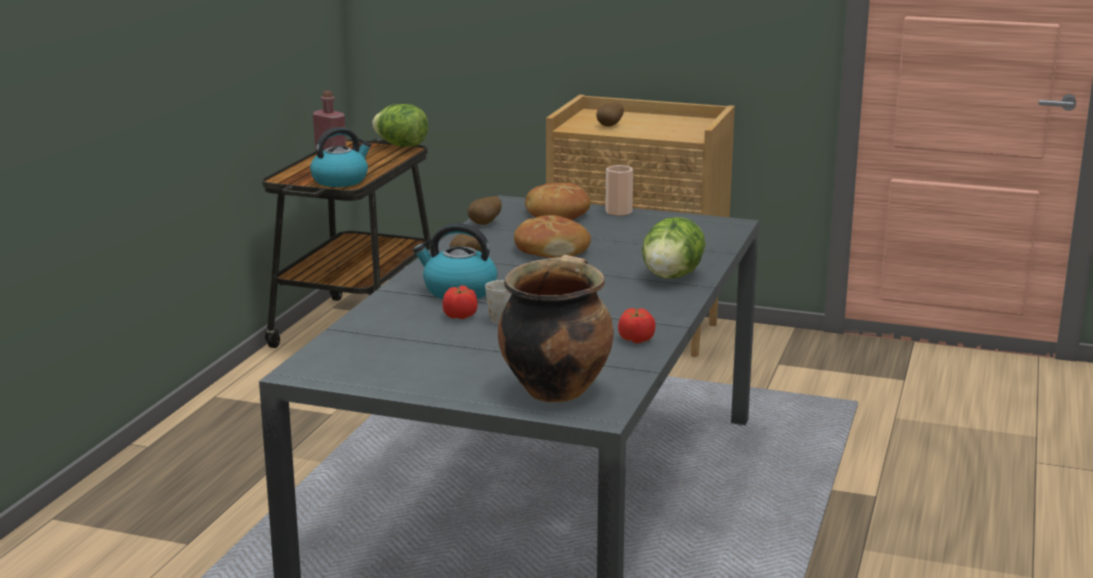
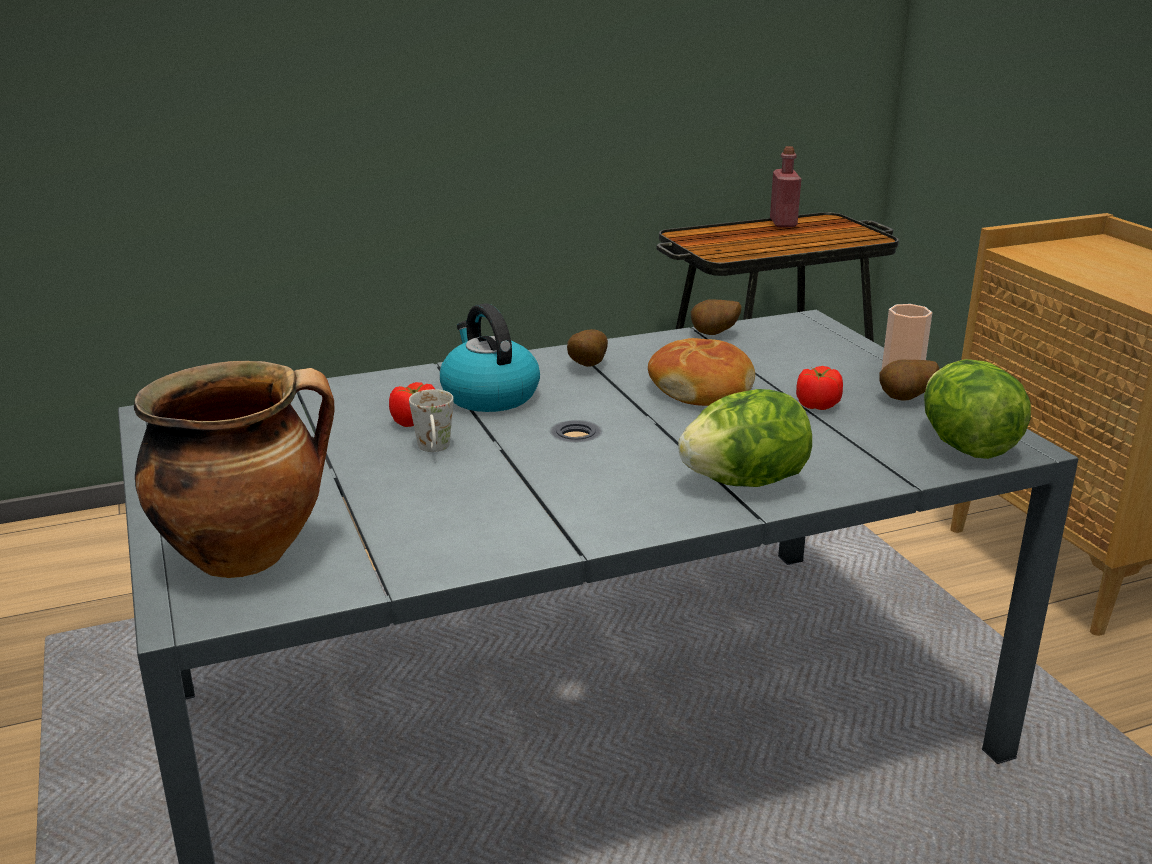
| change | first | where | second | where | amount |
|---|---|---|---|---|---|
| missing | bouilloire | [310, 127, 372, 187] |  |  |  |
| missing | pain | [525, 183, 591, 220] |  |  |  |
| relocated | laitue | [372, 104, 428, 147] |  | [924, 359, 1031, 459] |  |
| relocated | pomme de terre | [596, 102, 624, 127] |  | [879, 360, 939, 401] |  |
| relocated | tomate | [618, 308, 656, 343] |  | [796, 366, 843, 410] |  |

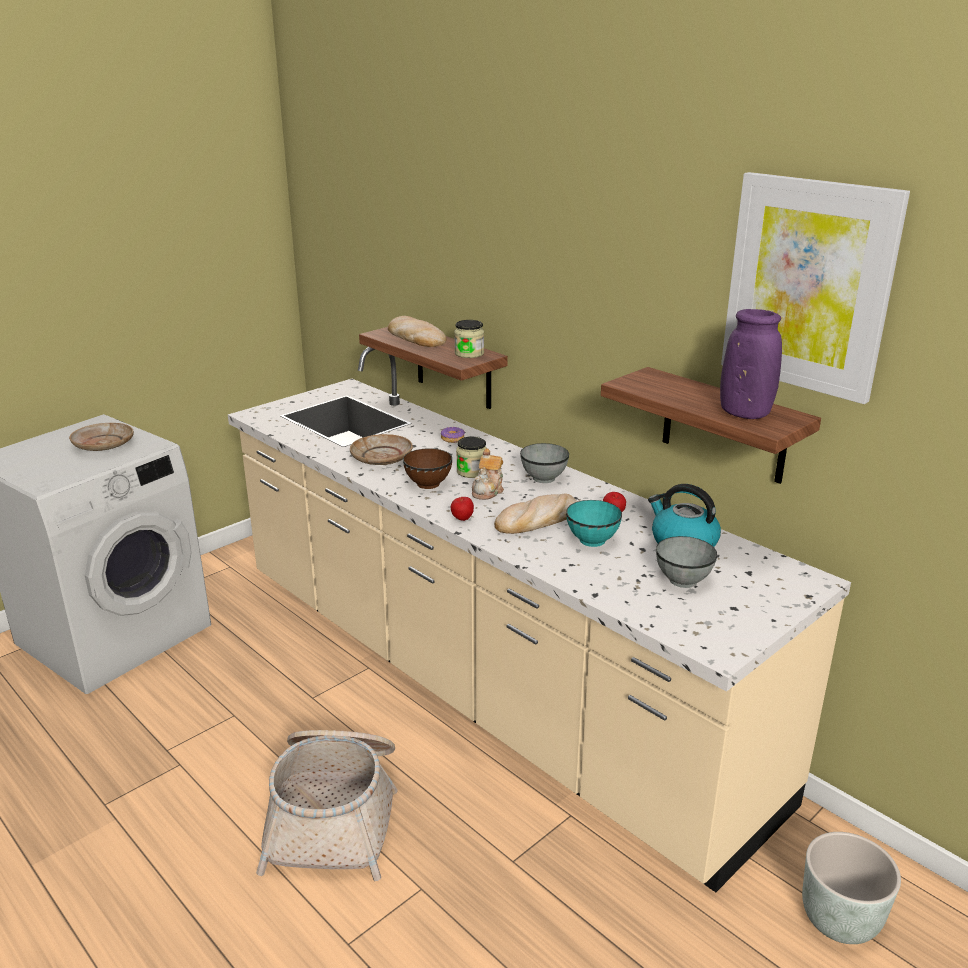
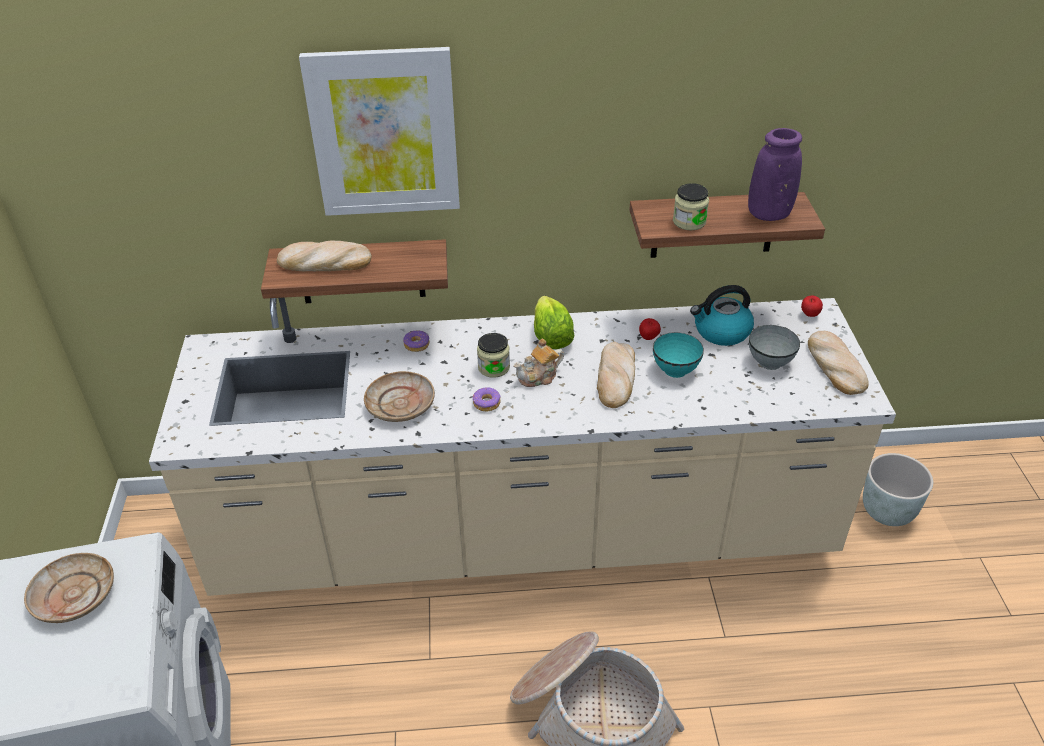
| change | first | where | second | where | amount |
|---|---|---|---|---|---|
| appeared |  |  | pain | [808, 331, 869, 395] |  |
| relocated | pomme | [451, 497, 474, 521] |  | [801, 296, 823, 317] |  |
| relocated | bocal | [454, 320, 484, 358] |  | [673, 183, 709, 230] |  |
| relocated | tableau | [721, 172, 910, 404] |  | [299, 47, 460, 216] |  |
| exchanged | bol/marron | [403, 448, 452, 489] | beignet | [473, 387, 501, 412] |  |
| exchanged | bol/gris | [520, 443, 569, 483] | laitue | [534, 296, 575, 349] |  |
| spun | théière | [472, 449, 504, 500] |  | [513, 339, 564, 387] | 90 degrees clockwise |

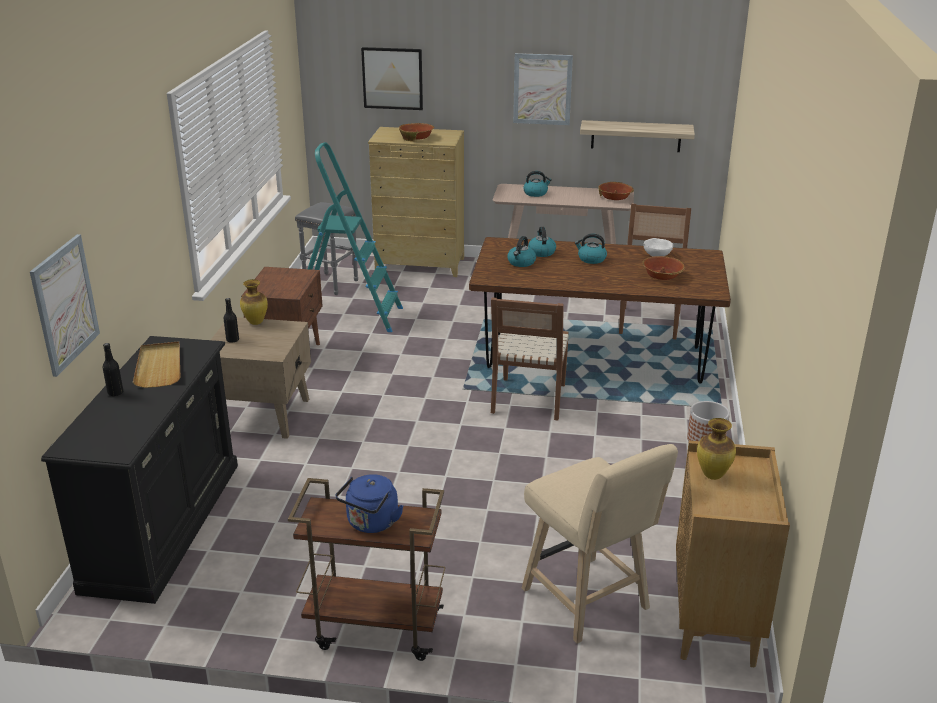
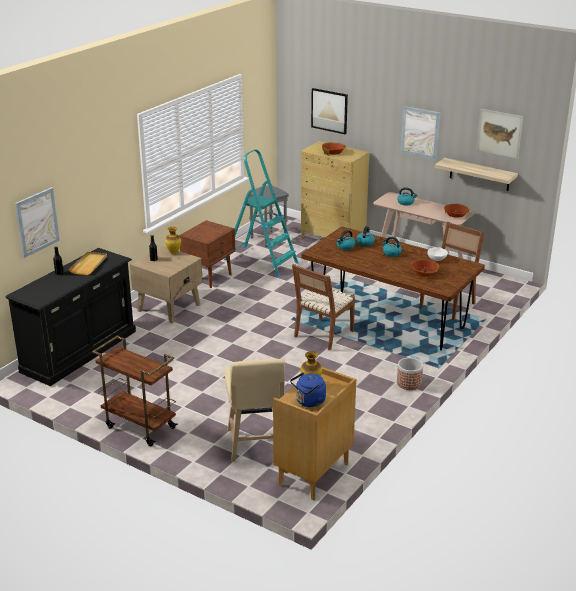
| change | first | where | second | where | amount |
|---|---|---|---|---|---|
| appeared |  |  | tableau | [477, 109, 523, 159] |  |
| relocated | bouilloire/bleu | [336, 474, 403, 533] |  | [290, 372, 326, 407] |  |

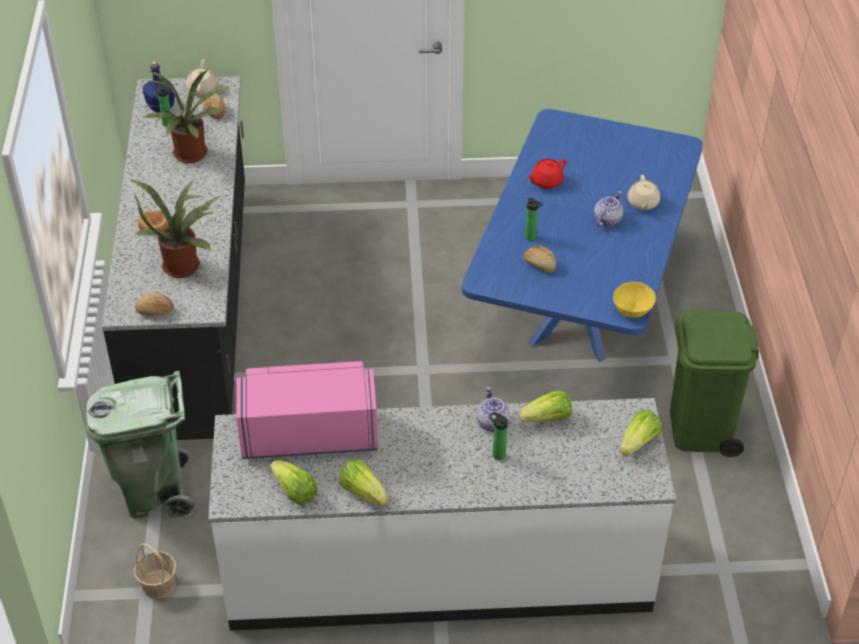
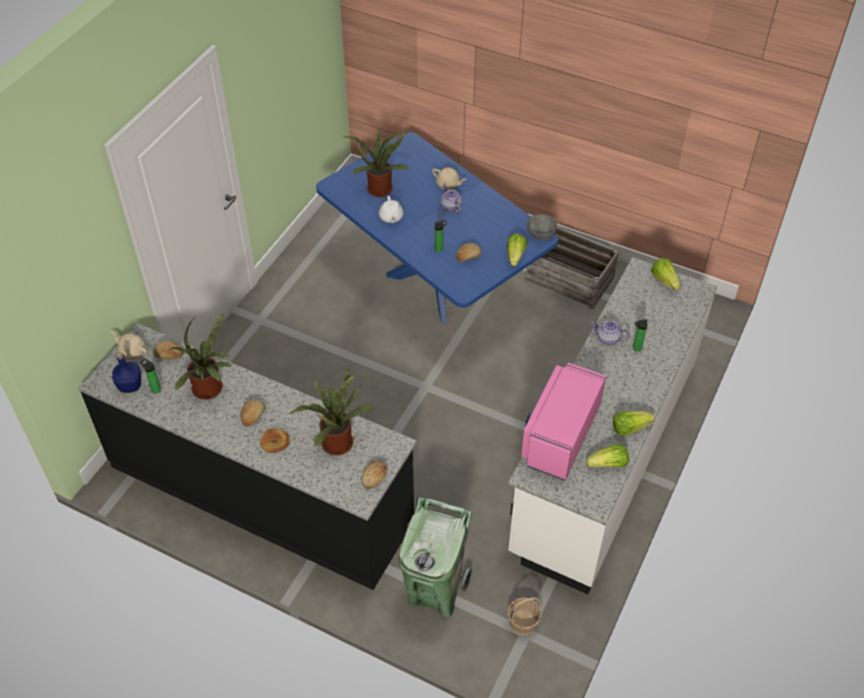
| change | first | where | second | where | amount |
|---|---|---|---|---|---|
| appeared |  |  | pain | [241, 399, 265, 427] |  |
| appeared |  |  | plante en pot | [342, 128, 410, 197] |  |
| relocated | laitue | [519, 390, 572, 422] |  | [507, 233, 527, 266] |  |
| exchanged | poubelle/vert | [670, 311, 759, 457] | caisse | [525, 226, 619, 310] |  |
| colour | théière/rouge | [527, 159, 566, 189] | théière/blanc | [379, 196, 403, 223] |  |
| colour | bol/jaune | [613, 282, 656, 318] | bol/gris | [527, 214, 557, 240] |  |

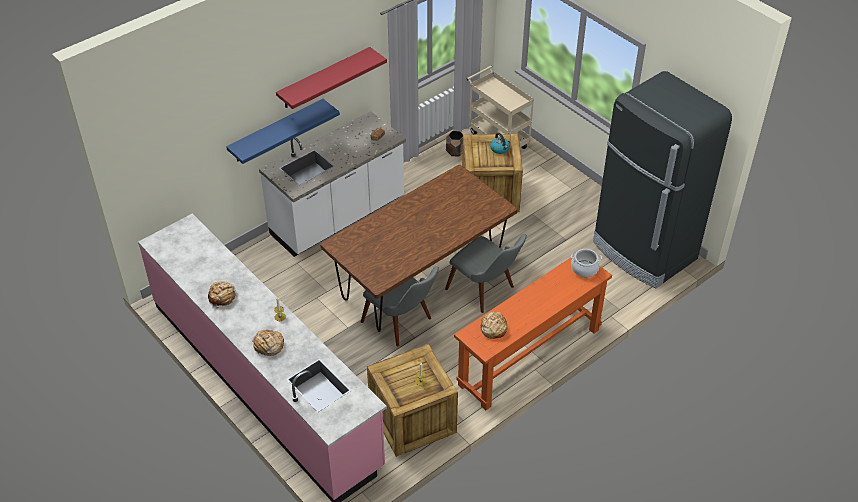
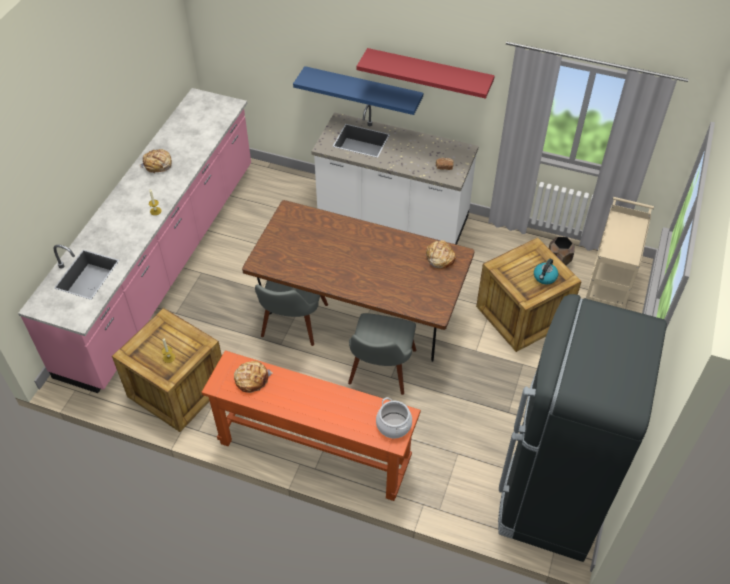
| change | first | where | second | where | amount |
|---|---|---|---|---|---|
| relocated | pain | [252, 330, 284, 356] |  | [426, 240, 456, 269] |  |

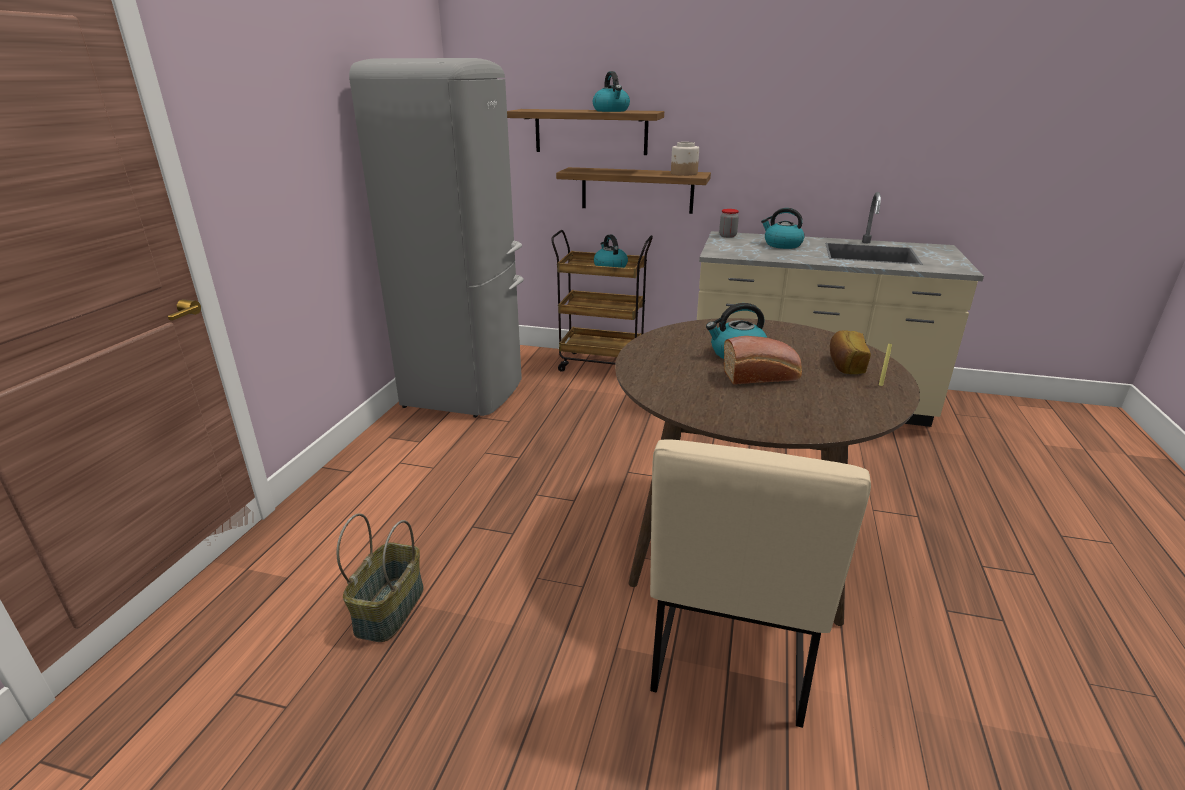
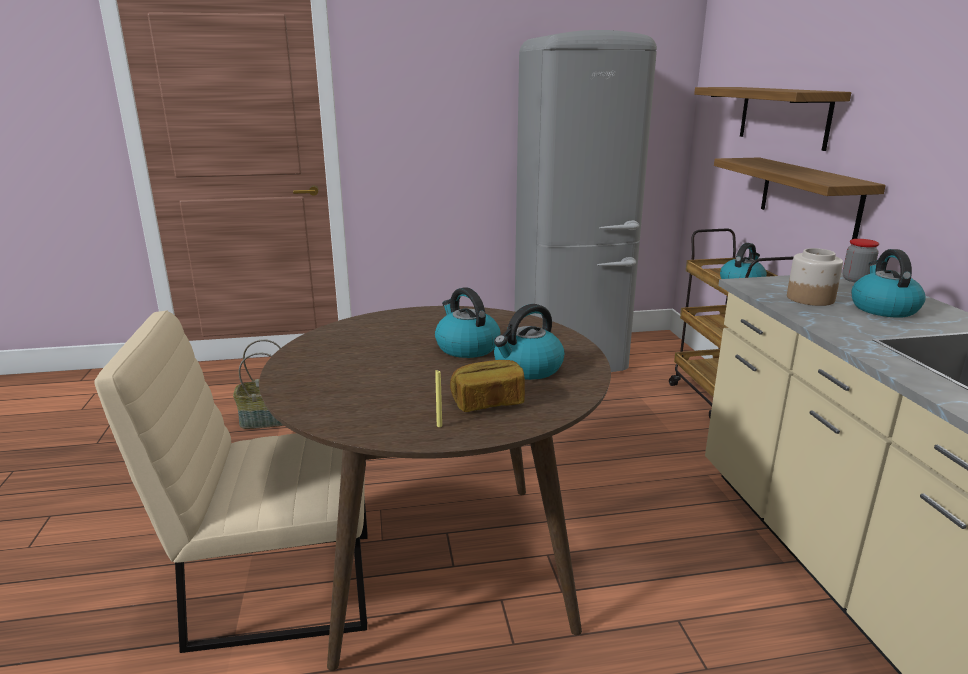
| change | first | where | second | where | amount |
|---|---|---|---|---|---|
| missing | pain | [724, 336, 802, 385] |  |  |  |
| relocated | bouilloire | [593, 71, 630, 112] |  | [494, 304, 565, 380] |  |
| relocated | bocal | [671, 142, 699, 176] |  | [787, 248, 843, 306] |  |

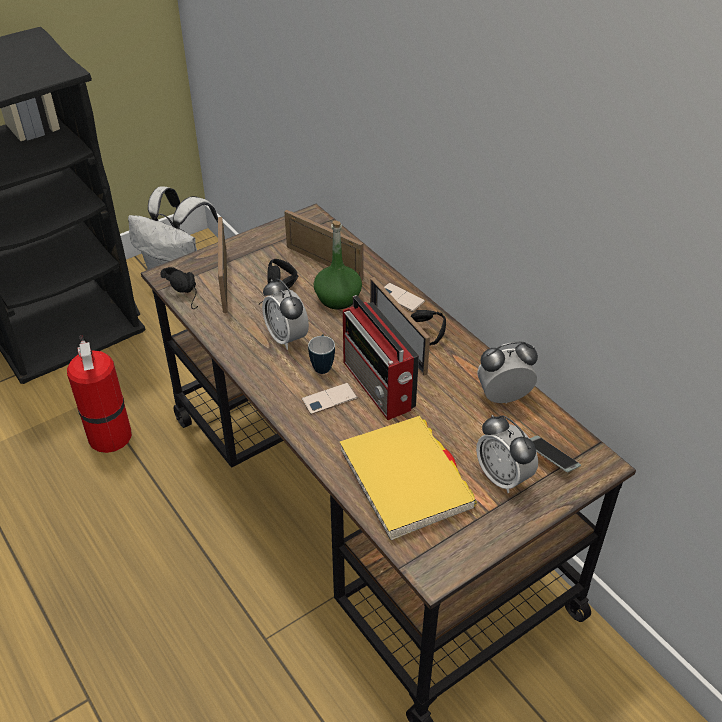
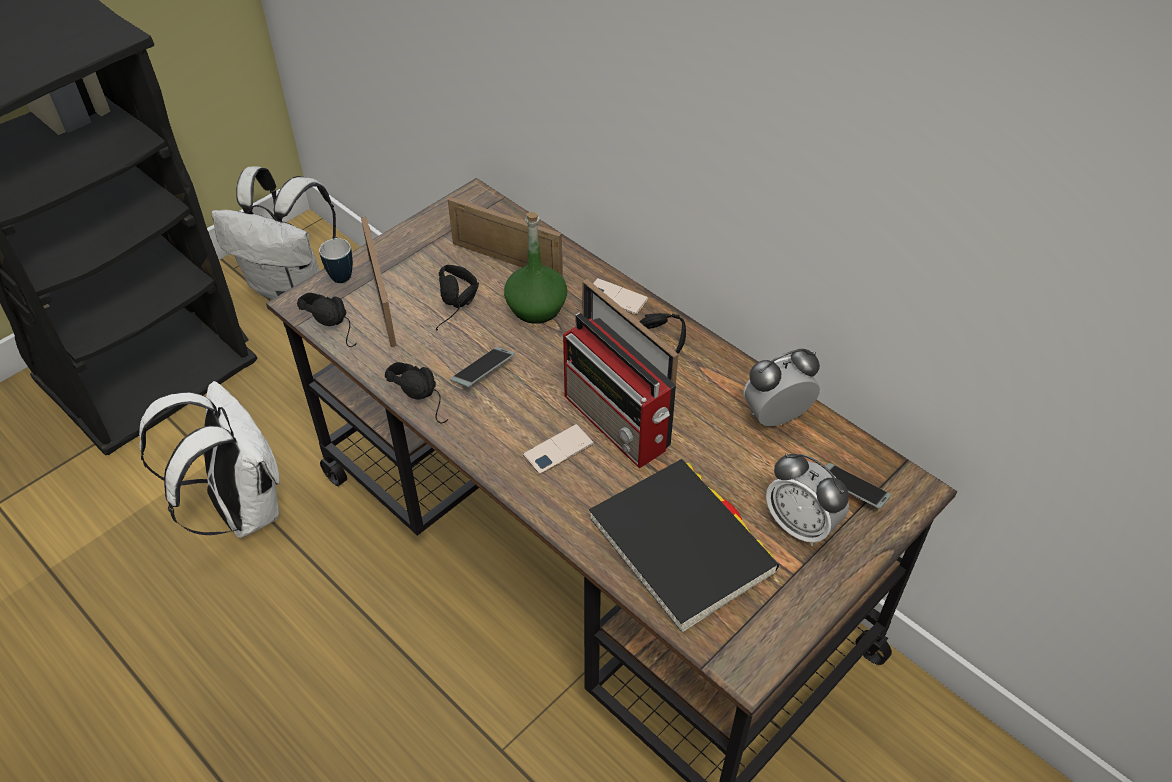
| change | first | where | second | where | amount |
|---|---|---|---|---|---|
| appeared |  |  | casque audio/noir | [385, 362, 448, 424] |  |
| relocated | mug | [308, 334, 335, 374] |  | [319, 237, 353, 283] |  |
| exchanged | extincteur | [67, 335, 132, 453] | sac à dos/blanc | [139, 381, 280, 538] |  |
| exchanged | réveil | [262, 278, 309, 350] | téléphone | [450, 347, 515, 387] |  |
| colour | livre/jaune | [340, 416, 477, 540] | livre/noir | [589, 459, 779, 633] |  |

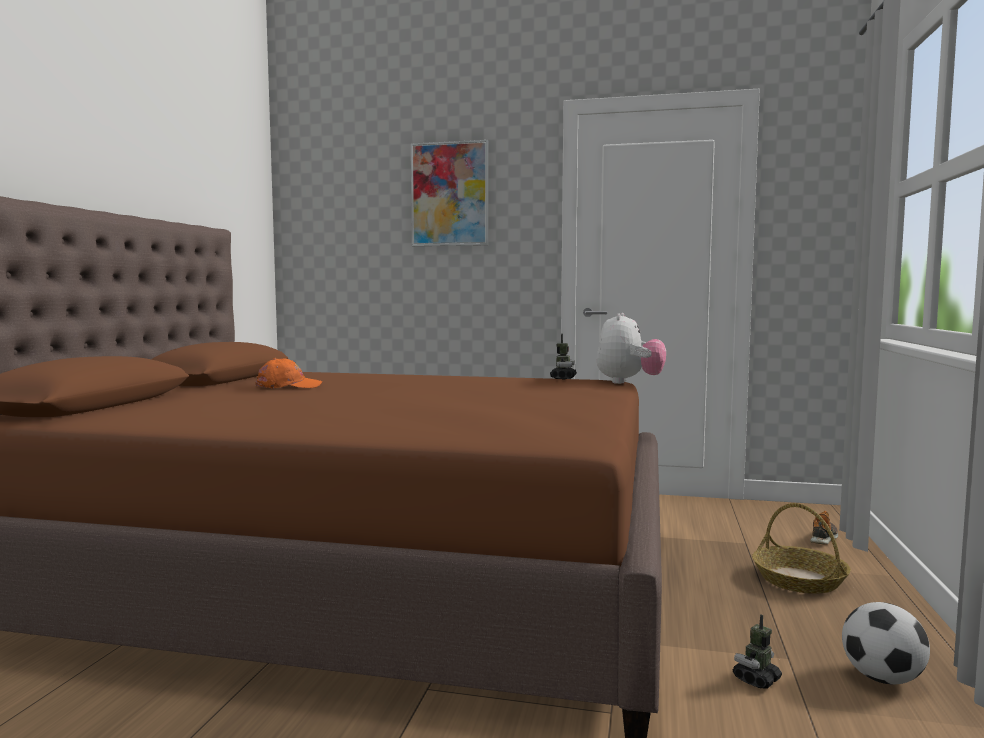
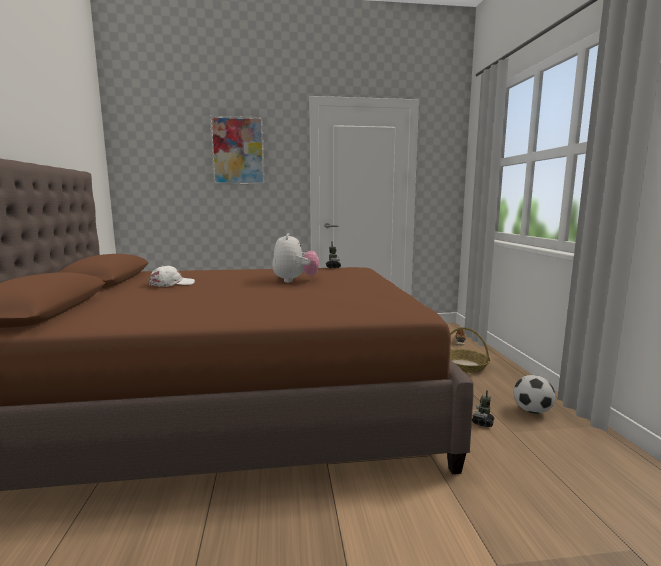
| change | first | where | second | where | amount |
|---|---|---|---|---|---|
| relocated | peluche | [597, 313, 666, 384] |  | [272, 233, 319, 283] |  |
| colour | casquette/orange | [256, 358, 322, 388] | casquette/blanc | [148, 266, 195, 287] |  |

